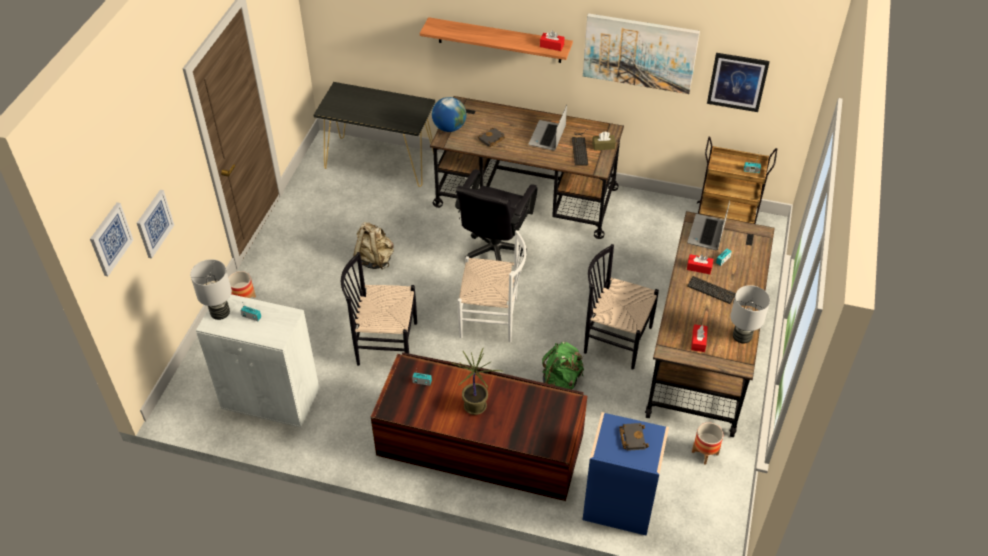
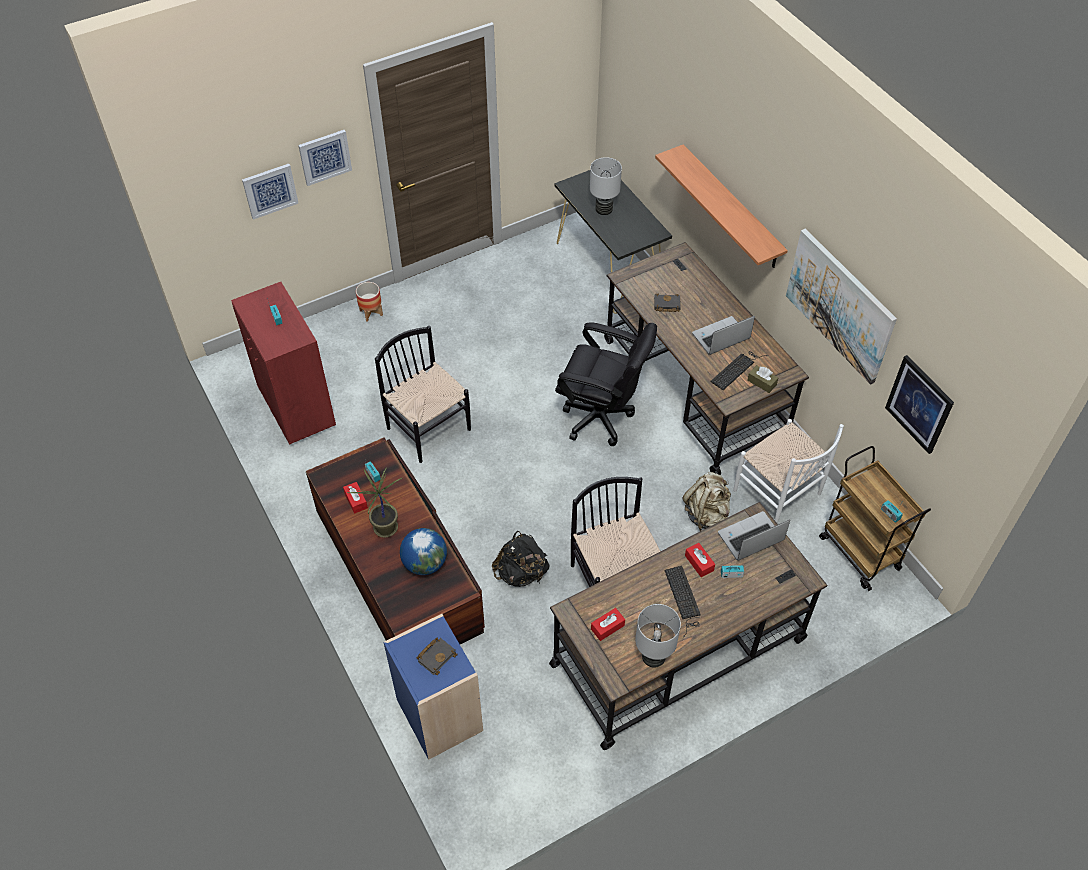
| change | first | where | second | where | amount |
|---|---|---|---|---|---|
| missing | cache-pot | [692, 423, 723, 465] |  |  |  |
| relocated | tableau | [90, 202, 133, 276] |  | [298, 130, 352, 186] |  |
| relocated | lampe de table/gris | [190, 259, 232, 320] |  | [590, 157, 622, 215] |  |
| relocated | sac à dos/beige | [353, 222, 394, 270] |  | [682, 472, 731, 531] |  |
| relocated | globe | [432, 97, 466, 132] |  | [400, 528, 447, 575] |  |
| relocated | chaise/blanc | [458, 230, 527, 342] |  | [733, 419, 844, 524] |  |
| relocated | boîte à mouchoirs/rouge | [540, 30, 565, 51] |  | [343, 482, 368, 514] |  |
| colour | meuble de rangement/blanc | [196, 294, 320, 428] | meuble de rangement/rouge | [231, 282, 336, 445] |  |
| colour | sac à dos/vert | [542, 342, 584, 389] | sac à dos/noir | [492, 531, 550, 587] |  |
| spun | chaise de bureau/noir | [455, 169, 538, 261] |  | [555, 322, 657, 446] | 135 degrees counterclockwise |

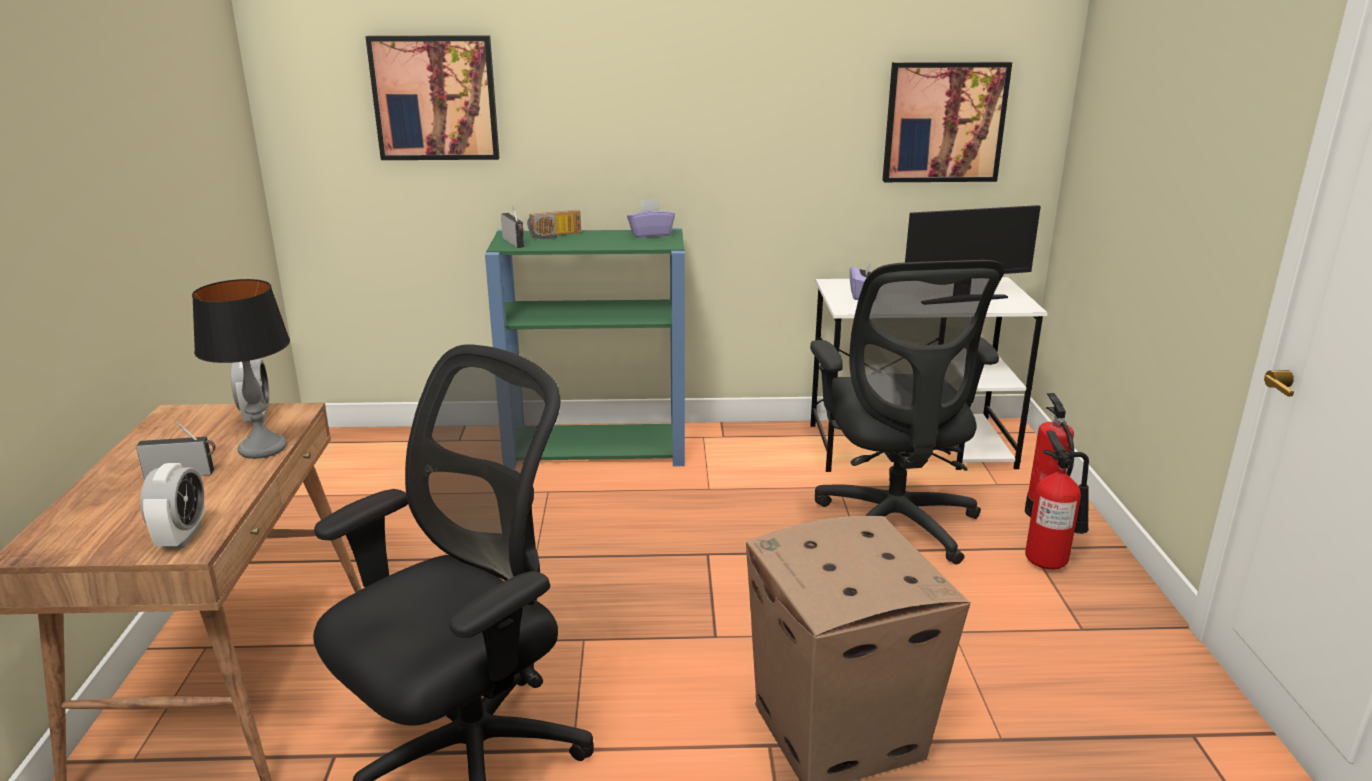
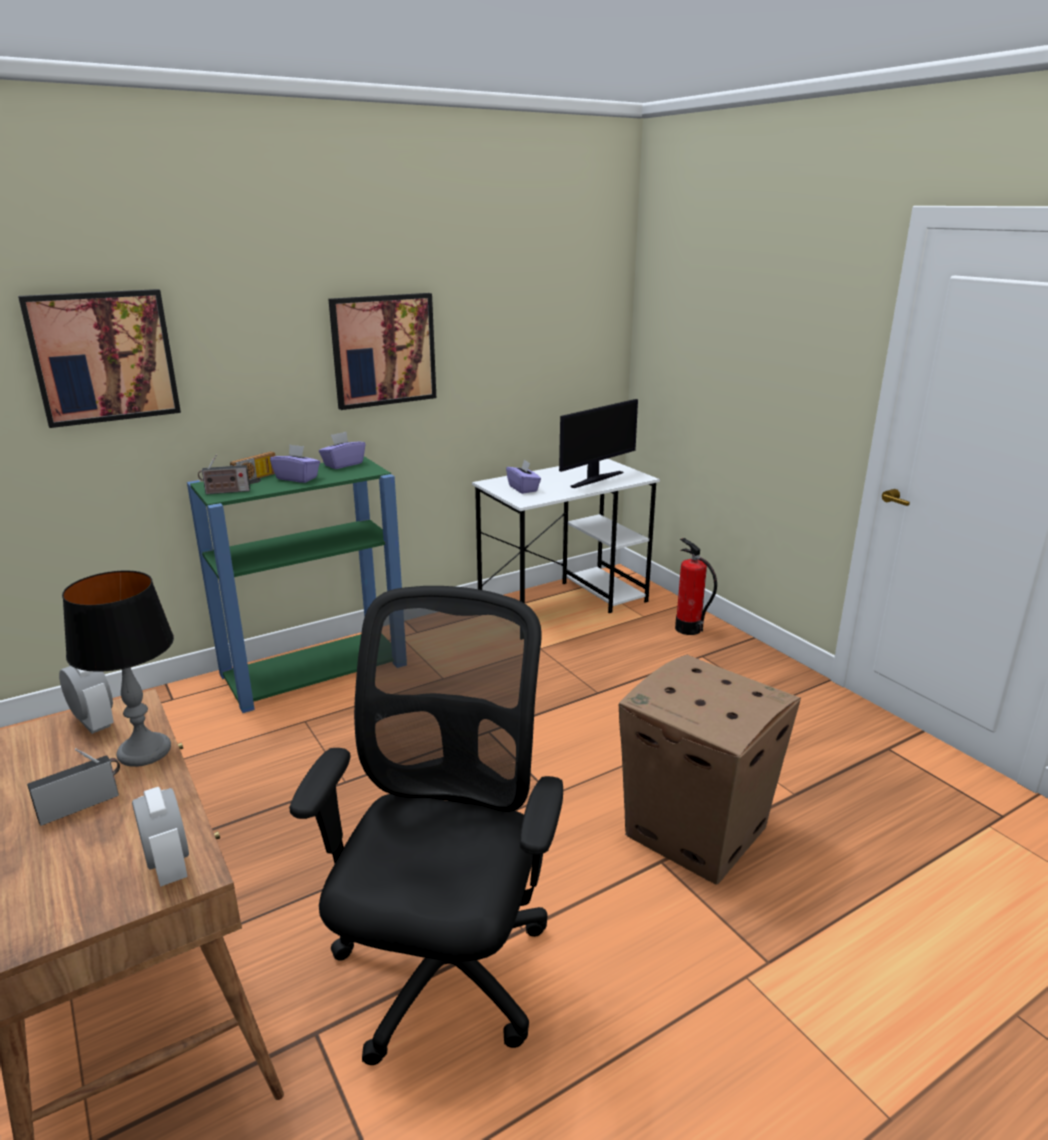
| change | first | where | second | where | amount |
|---|---|---|---|---|---|
| missing | chaise de bureau/noir | [810, 260, 1005, 564] |  |  |  |
| missing | extincteur | [1025, 430, 1089, 569] |  |  |  |
| appeared |  |  | boîte à mouchoirs/violet | [270, 444, 320, 483] |  |
| relocated | tableau | [882, 62, 1012, 182] |  | [328, 293, 436, 410] |  |
| spun | radio | [501, 205, 524, 248] |  | [198, 455, 250, 494] | 135 degrees clockwise |

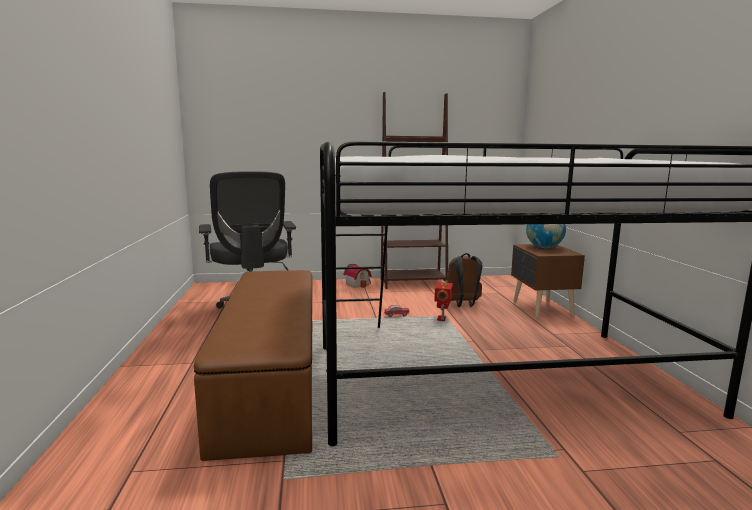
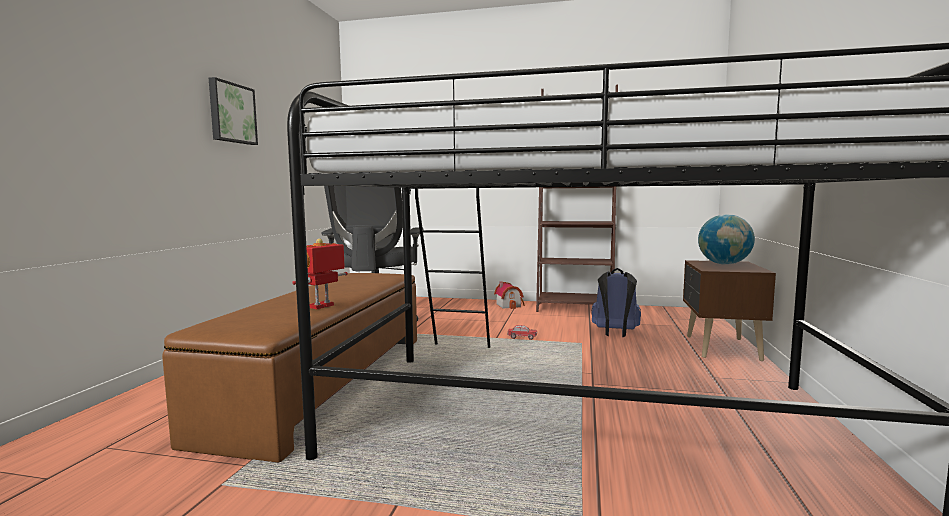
| change | first | where | second | where | amount |
|---|---|---|---|---|---|
| appeared |  |  | tableau | [209, 77, 258, 145] |  |
| relocated | robot jouet | [434, 281, 453, 321] |  | [292, 238, 348, 309] |  |
| colour | sac à dos/marron | [445, 253, 482, 307] | sac à dos/bleu | [591, 268, 641, 337] |  |

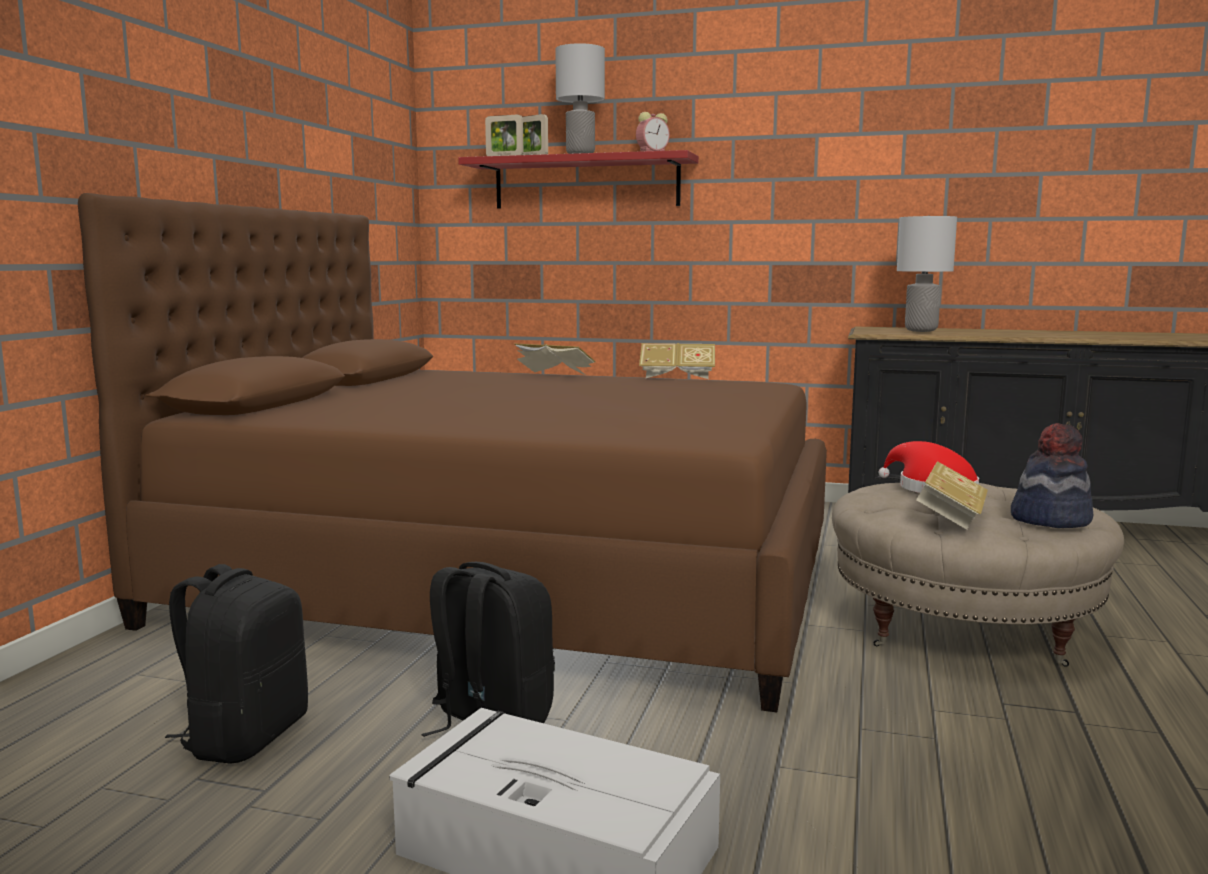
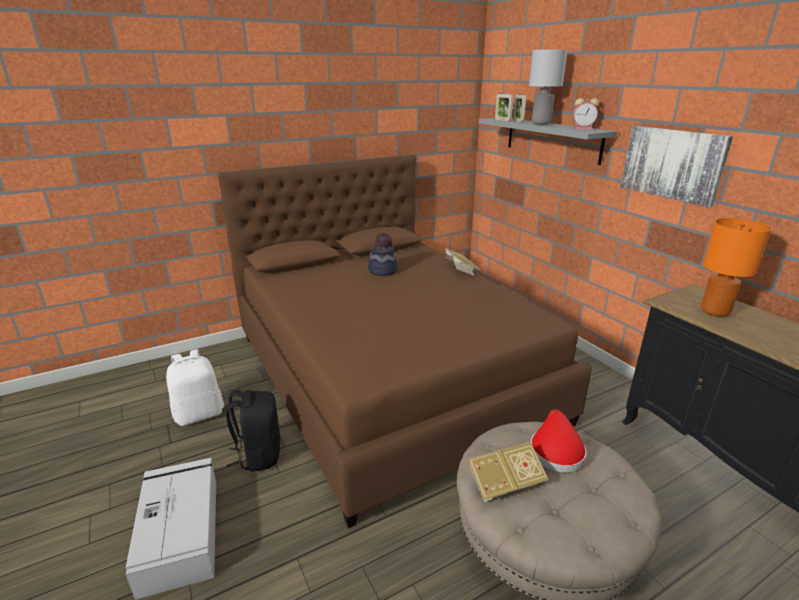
| change | first | where | second | where | amount |
|---|---|---|---|---|---|
| missing | livre | [639, 343, 715, 379] |  |  |  |
| appeared |  |  | tableau | [620, 126, 733, 207] |  |
| relocated | chapeau | [1011, 423, 1093, 528] |  | [368, 233, 398, 276] |  |
| colour | sac à dos/noir | [165, 564, 308, 764] | sac à dos/blanc | [166, 349, 224, 426] |  |
| colour | étagère/rouge | [458, 150, 699, 209] | étagère/gris | [479, 118, 617, 165] |  |
| colour | lampe de table/gris | [897, 215, 957, 332] | lampe de table/orange | [701, 218, 772, 317] |  |

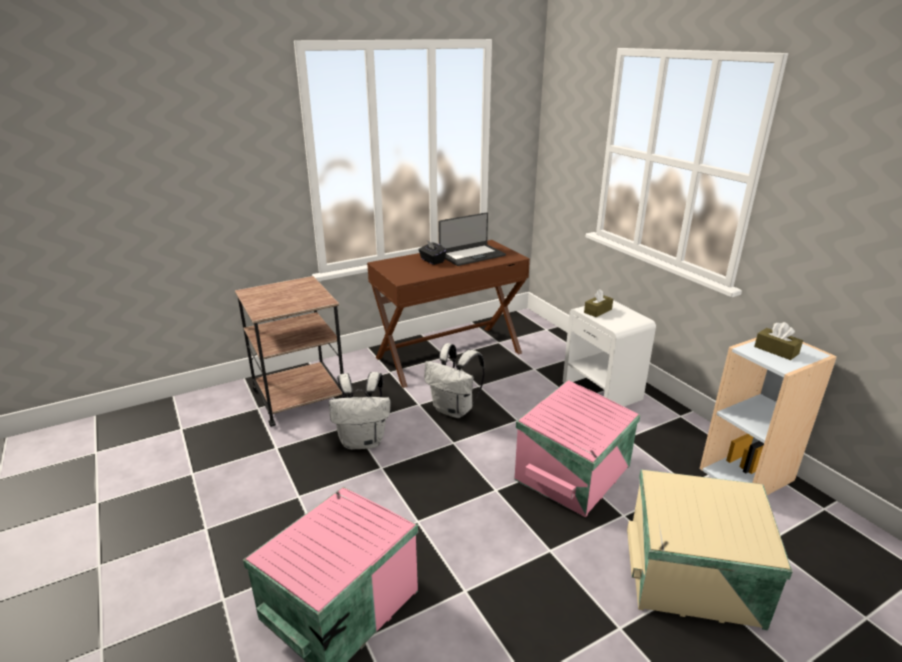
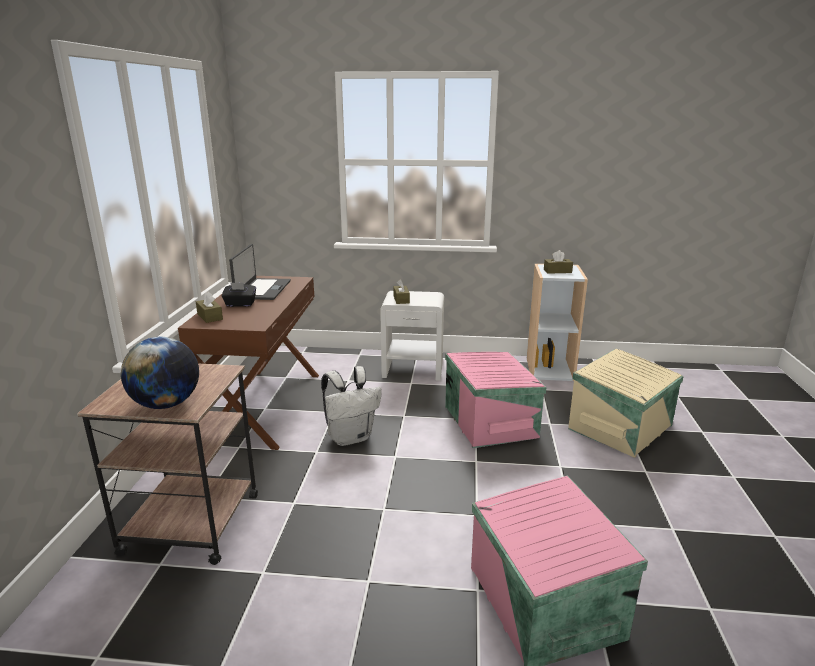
| change | first | where | second | where | amount |
|---|---|---|---|---|---|
| missing | sac à dos/blanc | [329, 372, 391, 450] |  |  |  |
| appeared |  |  | globe | [121, 337, 199, 409] |  |
| appeared |  |  | boîte à mouchoirs/marron | [196, 291, 223, 323] |  |

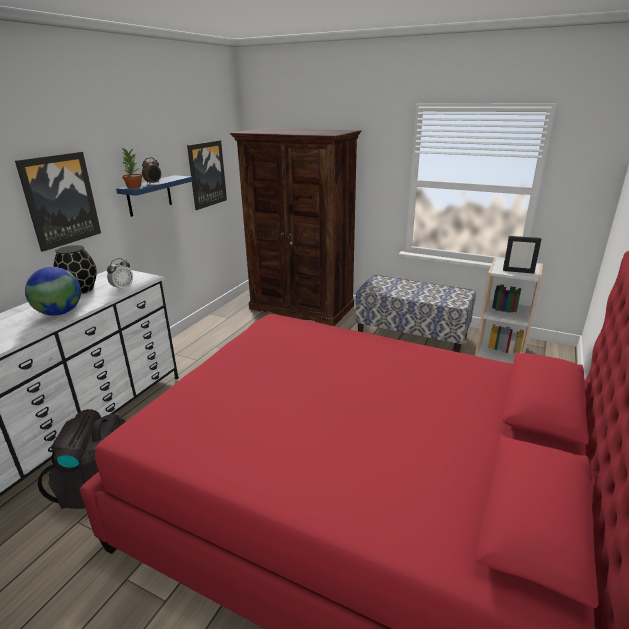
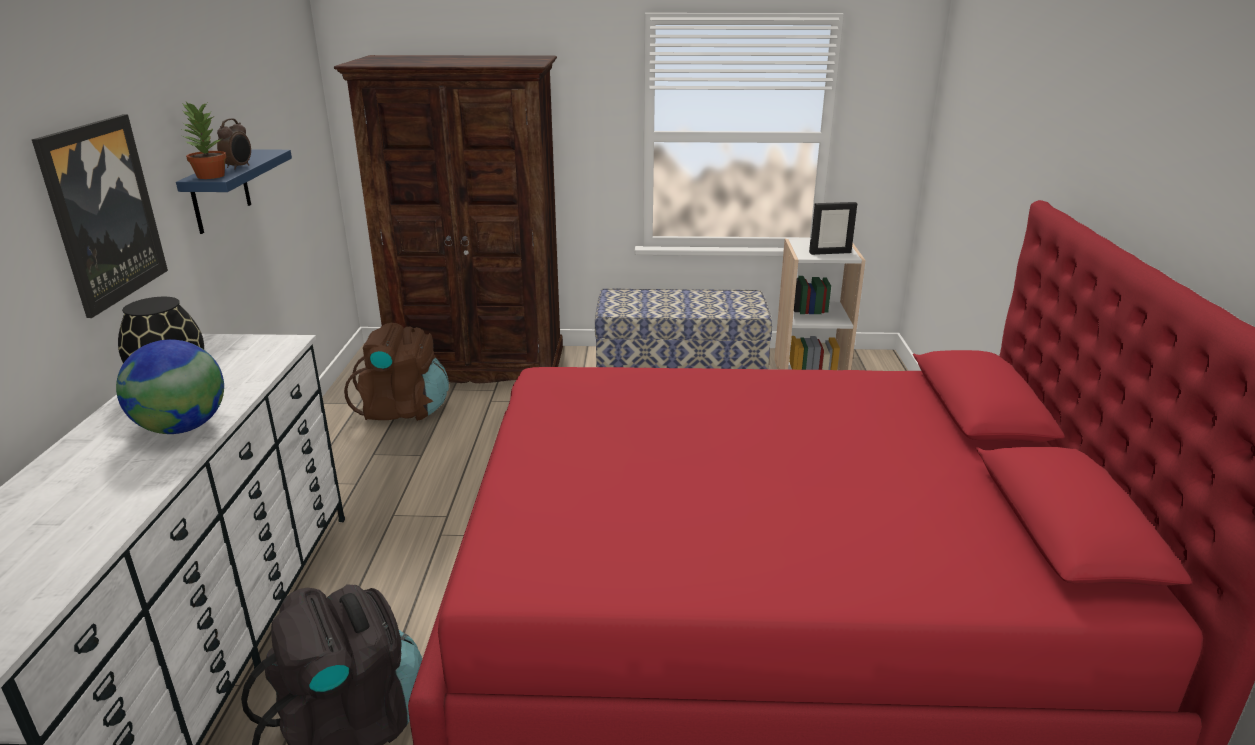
| change | first | where | second | where | amount |
|---|---|---|---|---|---|
| missing | réveil | [107, 258, 133, 290] |  |  |  |
| missing | tableau | [187, 140, 227, 210] |  |  |  |
| appeared |  |  | sac à dos/marron | [344, 323, 449, 421] |  |

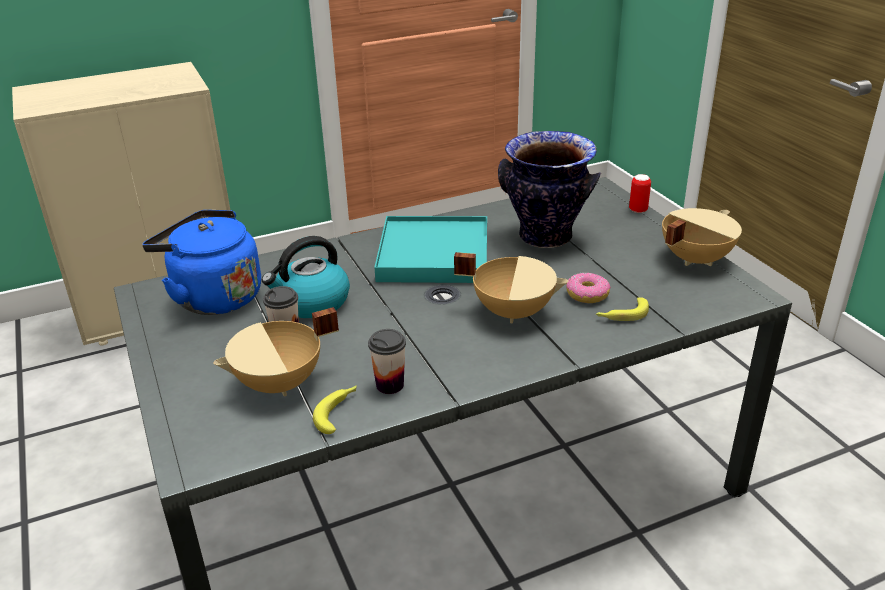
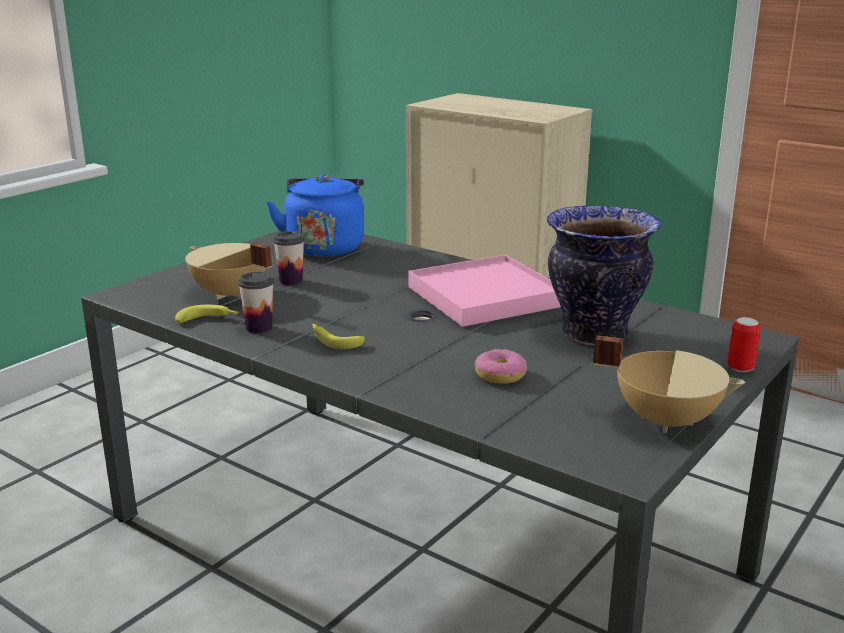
| change | first | where | second | where | amount |
|---|---|---|---|---|---|
| missing | bouilloire | [262, 236, 350, 318] |  |  |  |
| missing | marmite/beige | [454, 252, 569, 323] |  |  |  |
| relocated | banane | [596, 297, 649, 321] |  | [312, 324, 365, 349] |  |
| colour | plateau/turquoise | [374, 216, 487, 283] | plateau/rose | [408, 255, 561, 327] |  |

